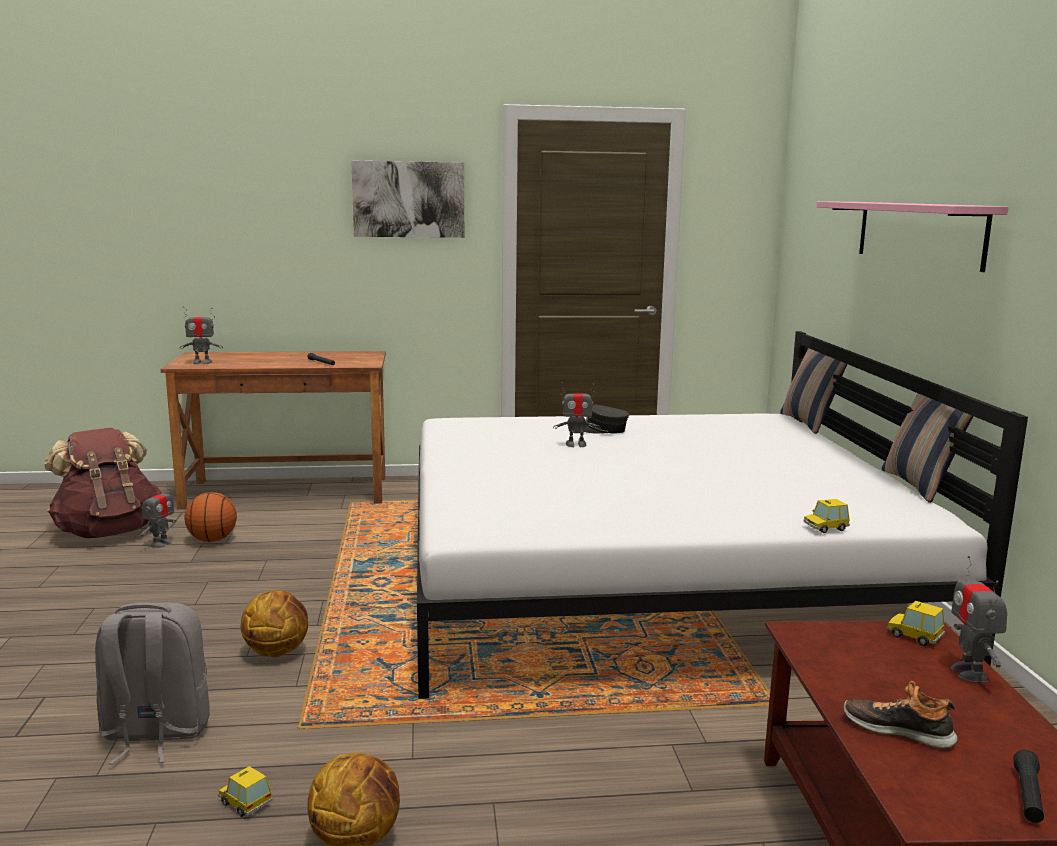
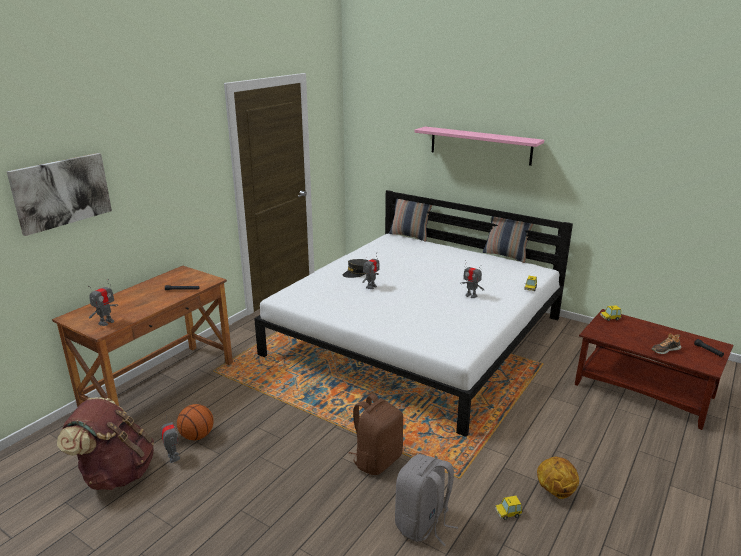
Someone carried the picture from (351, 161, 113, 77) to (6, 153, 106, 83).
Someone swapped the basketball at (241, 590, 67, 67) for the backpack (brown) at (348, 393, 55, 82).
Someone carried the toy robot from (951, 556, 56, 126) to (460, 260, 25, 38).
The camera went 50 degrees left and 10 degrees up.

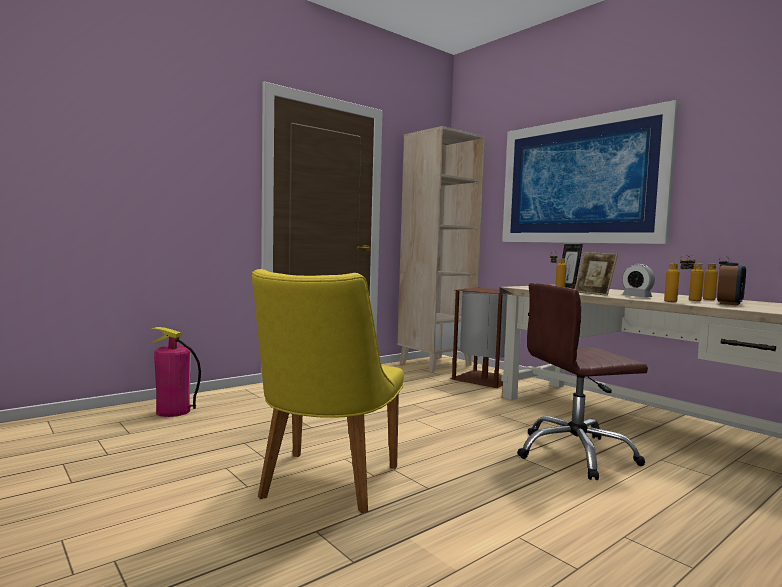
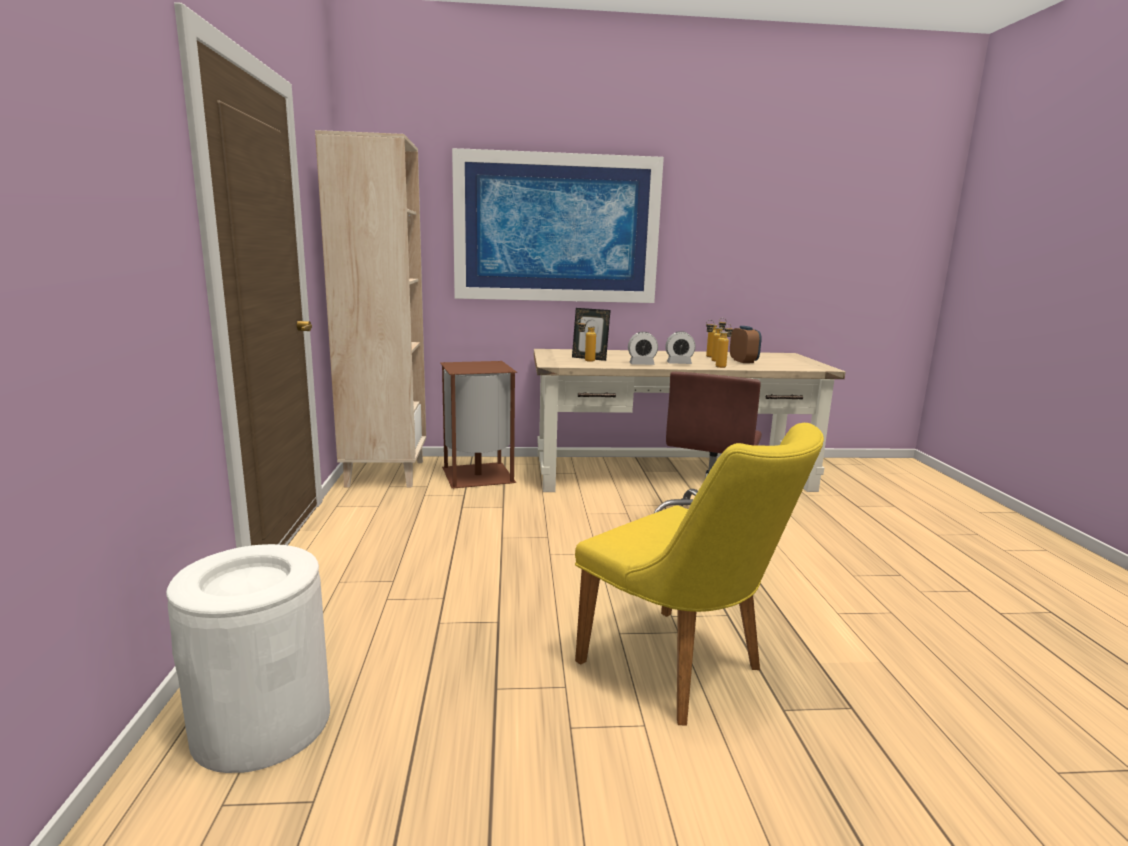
Someone swapped the fire extinguisher at (151, 327, 50, 90) for the trash can (white) at (166, 544, 164, 229).
Someone swapped the picture frame at (575, 252, 43, 44) for the alarm clock at (628, 332, 30, 33).
The camera went 55 degrees left and 10 degrees up.

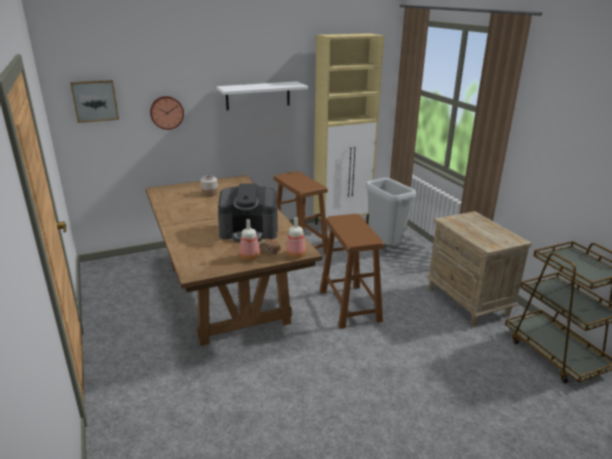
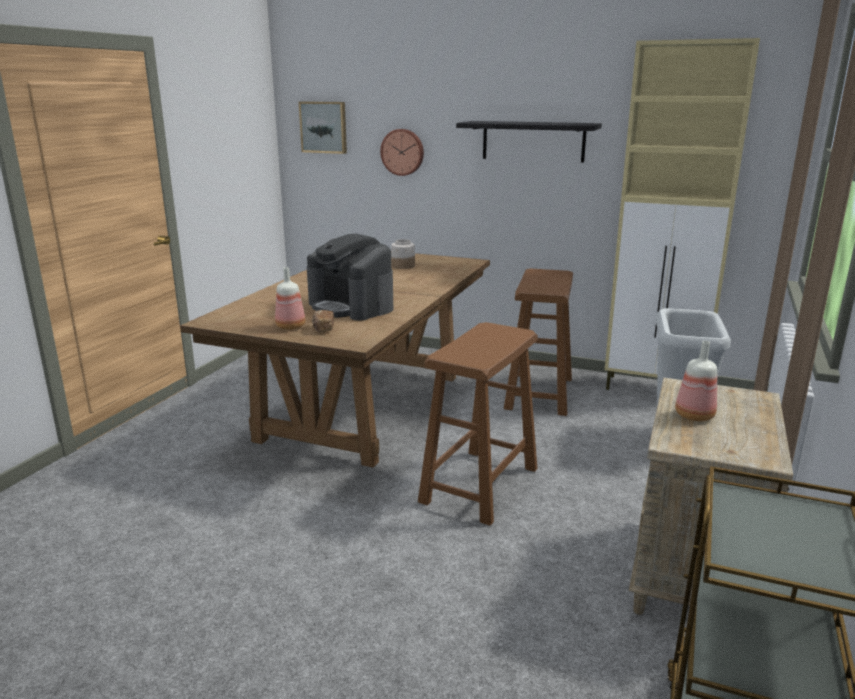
Someone repainted the shelf (white) at (216, 81, 92, 29), which became the shelf (black) at (456, 121, 146, 42).
Someone carried the bottle from (286, 217, 20, 41) to (675, 341, 42, 80).
The camera went 45 degrees right and 5 degrees down.

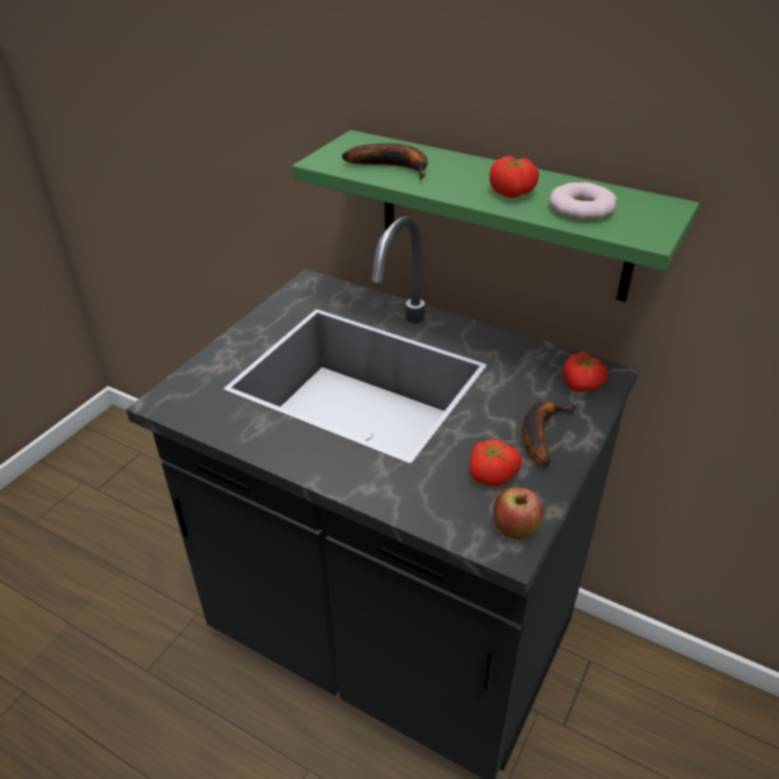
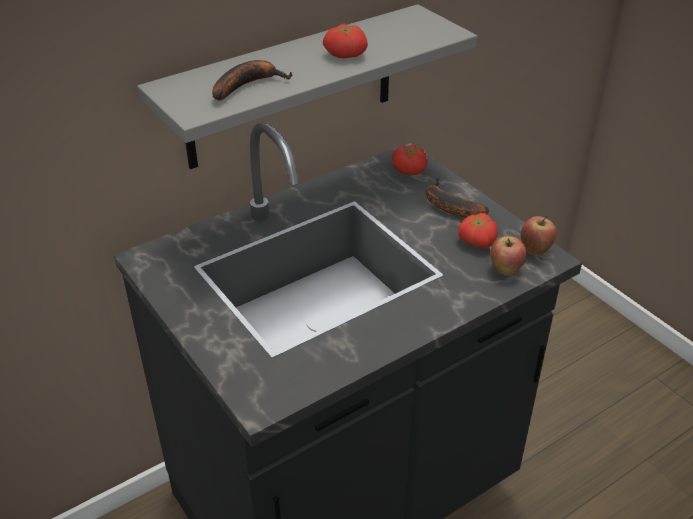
Someone repainted the shelf (green) at (292, 130, 408, 172), which became the shelf (grey) at (137, 4, 340, 165).
Someone put down the apple at (490, 236, 37, 40).
Someone took away the donut at (549, 182, 68, 39).
The camera went 65 degrees left and 0 degrees up.

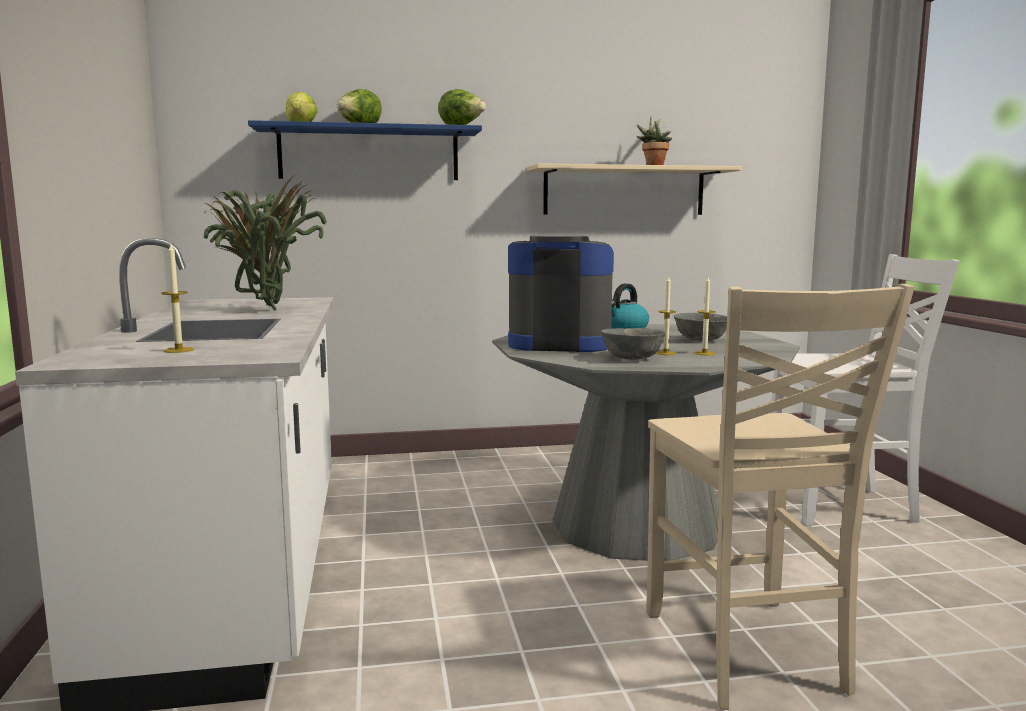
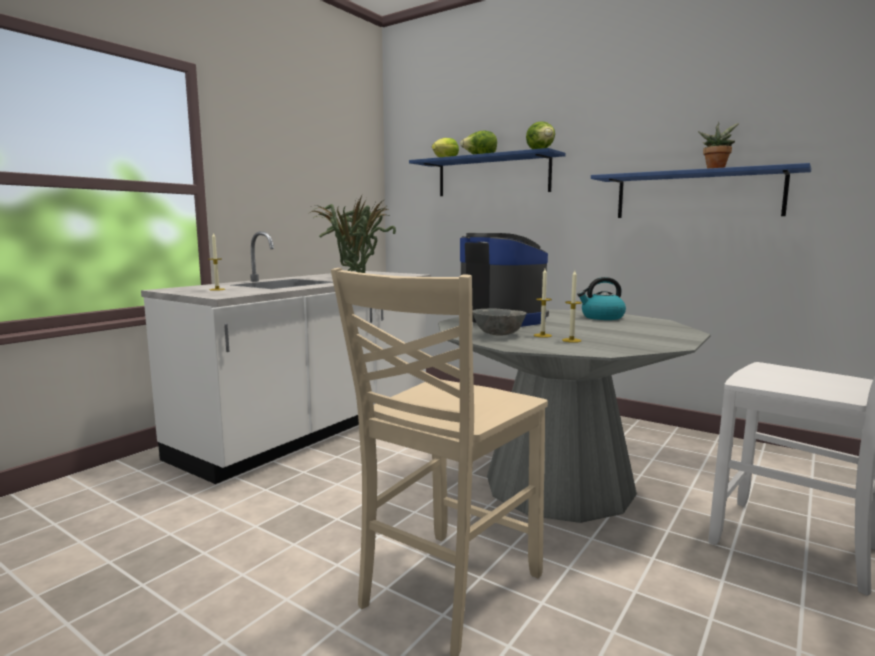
Someone repainted the shelf (beige) at (527, 163, 215, 52), which became the shelf (blue) at (591, 163, 221, 55).
Someone took away the bowl (grey) at (674, 313, 53, 29).
The camera went 45 degrees right and 0 degrees up.

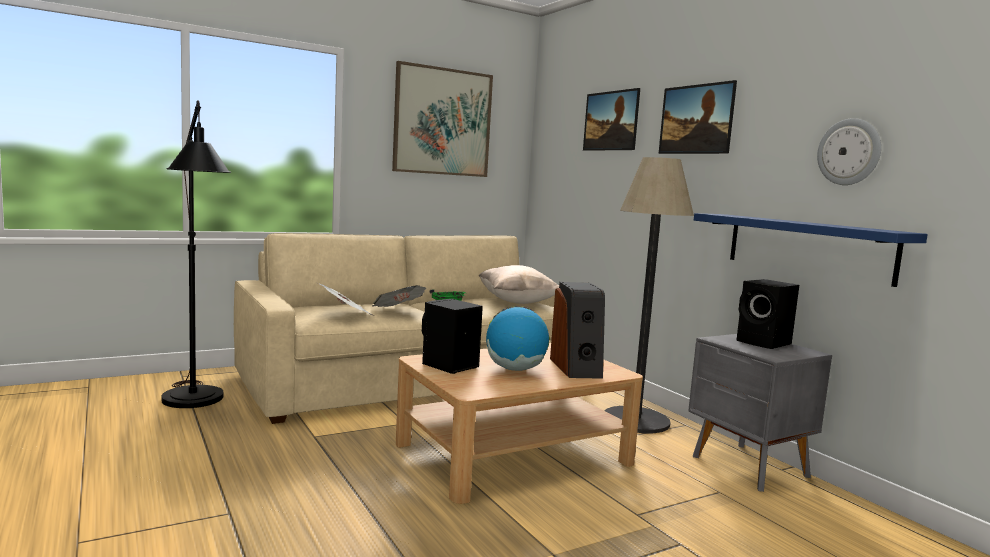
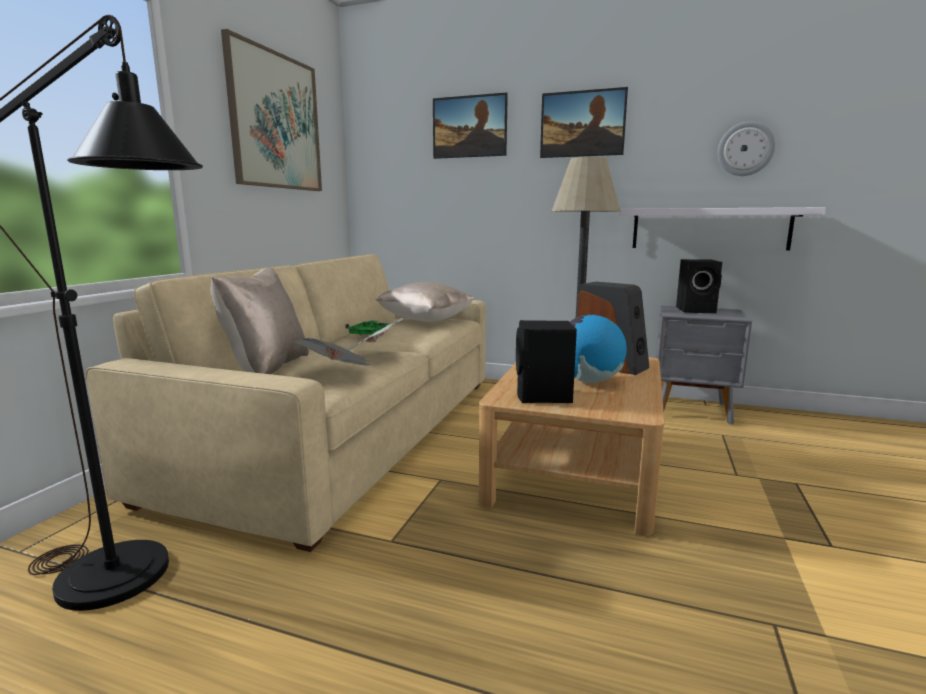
Someone put down the pillow (beige) at (211, 267, 98, 107).
Someone repainted the shelf (blue) at (694, 213, 234, 74), which became the shelf (white) at (619, 207, 207, 43).
The camera went 40 degrees left and 5 degrees up.

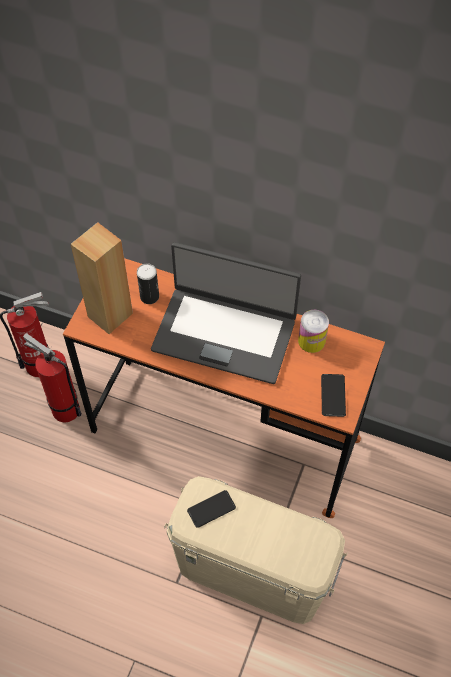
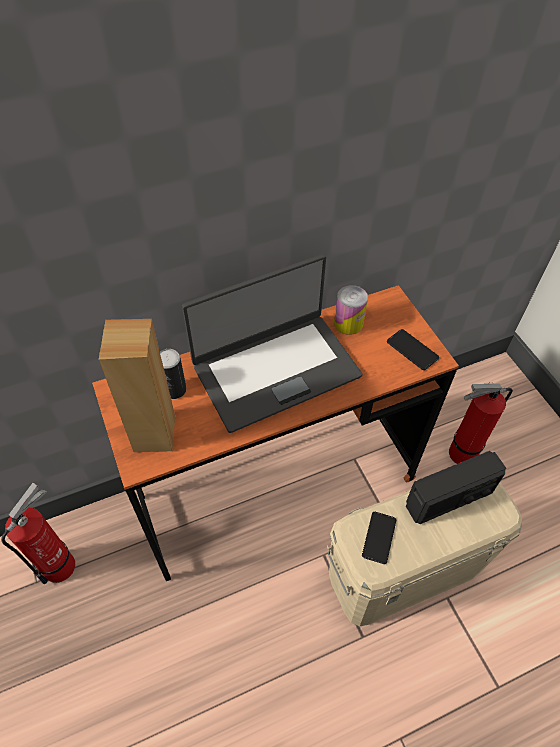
Someone put down the radio at (406, 451, 100, 73).
Someone carried the fire extinguisher from (23, 333, 59, 89) to (449, 382, 64, 82).
The camera went 45 degrees left and 5 degrees down.

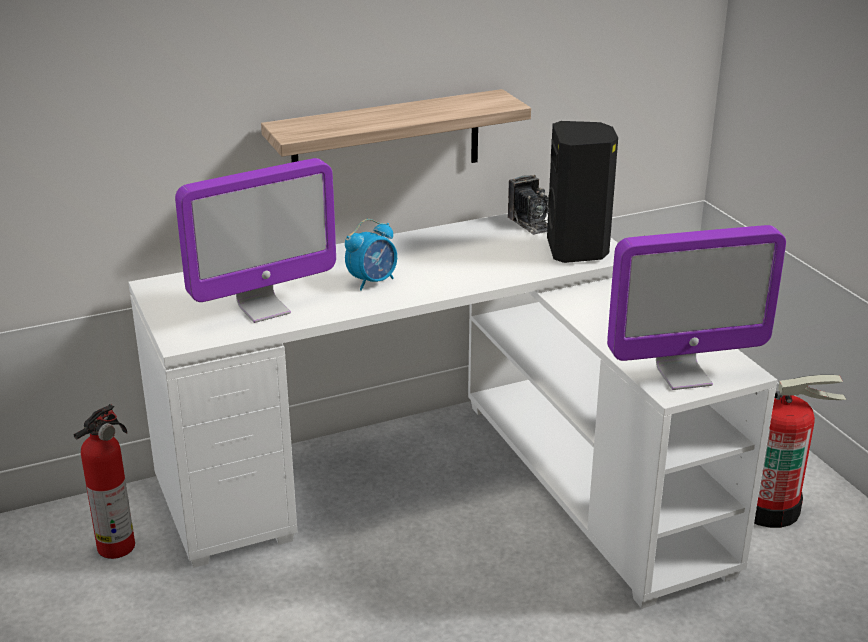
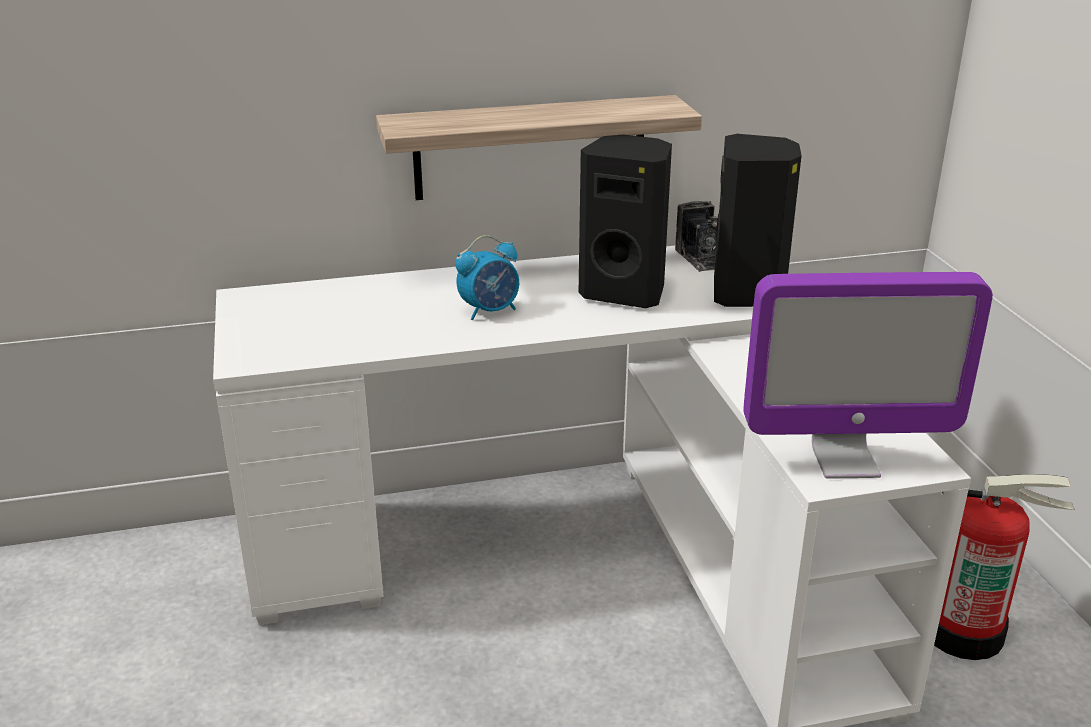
Someone put down the speaker (black) at (579, 135, 93, 173).
Someone took away the fire extinguisher at (74, 404, 61, 155).
Someone took away the monitor at (175, 158, 161, 165).
The camera went 10 degrees right and 0 degrees up.

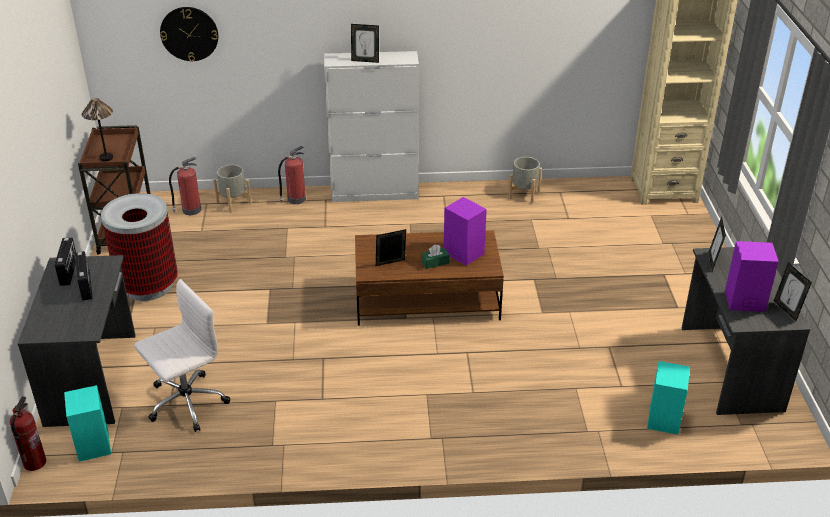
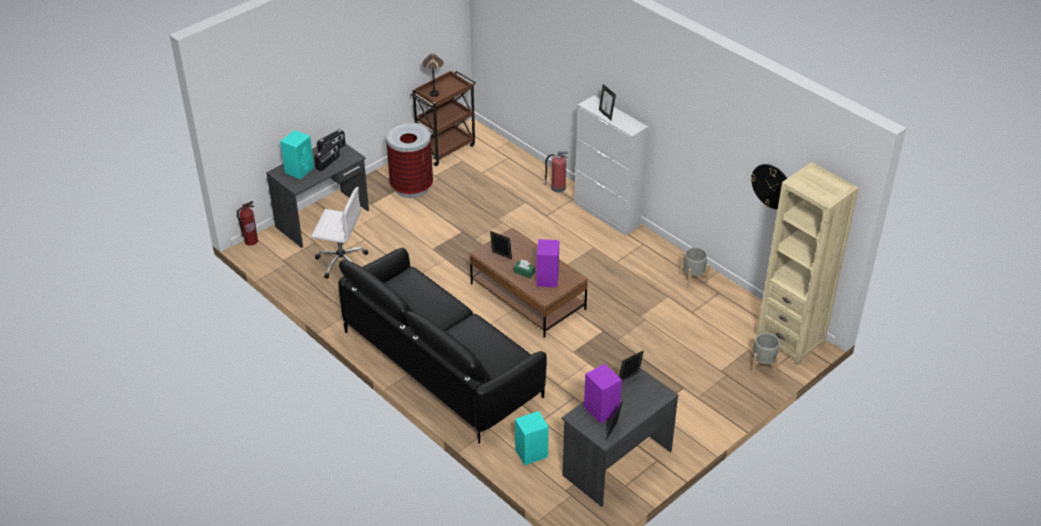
Someone carried the speaker (turquoise) from (64, 385, 47, 77) to (280, 130, 34, 49).
Someone put down the sofa (black) at (338, 248, 209, 195).
Someone carried the wall clock from (160, 7, 58, 55) to (751, 164, 36, 45).
Someone carried the planter (grey) from (213, 164, 39, 49) to (751, 333, 29, 42).
Someone took away the fire extinguisher at (169, 157, 32, 58).
The camera went 50 degrees right and 5 degrees up.

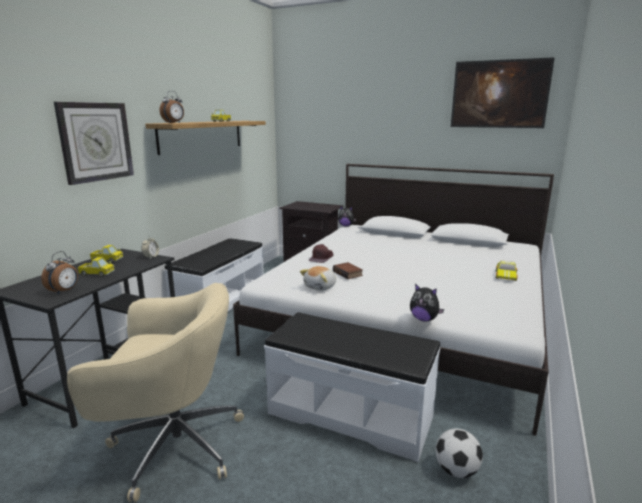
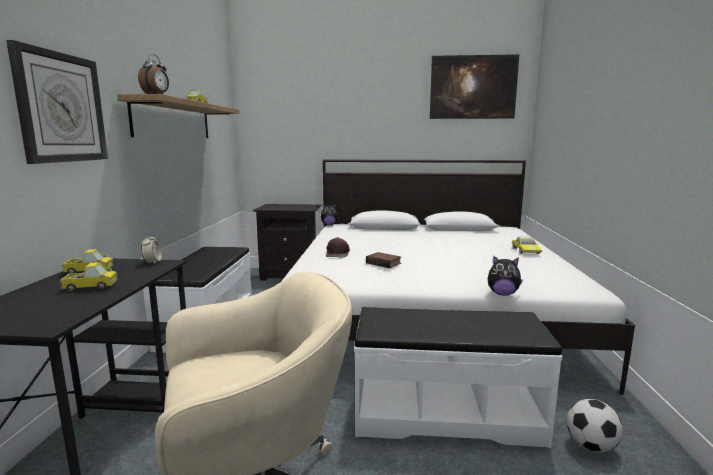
Someone took away the alarm clock at (41, 251, 37, 43).
Someone took away the plush toy at (300, 266, 36, 25).
The camera went 20 degrees left and 5 degrees down.

